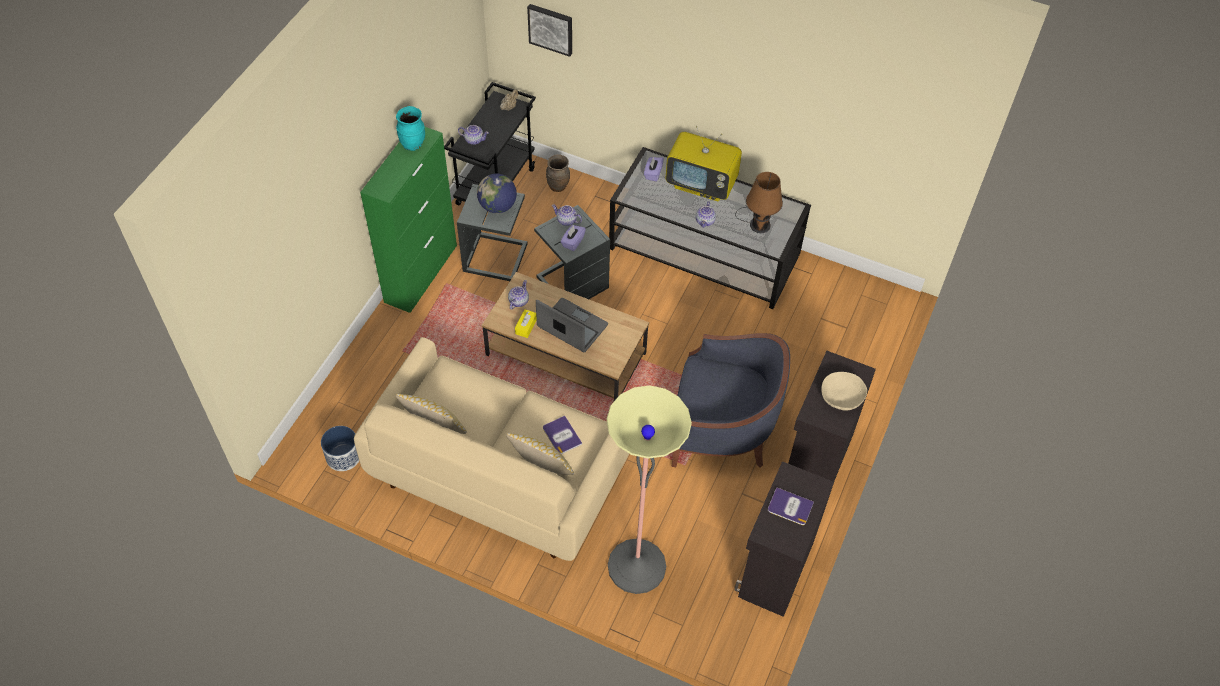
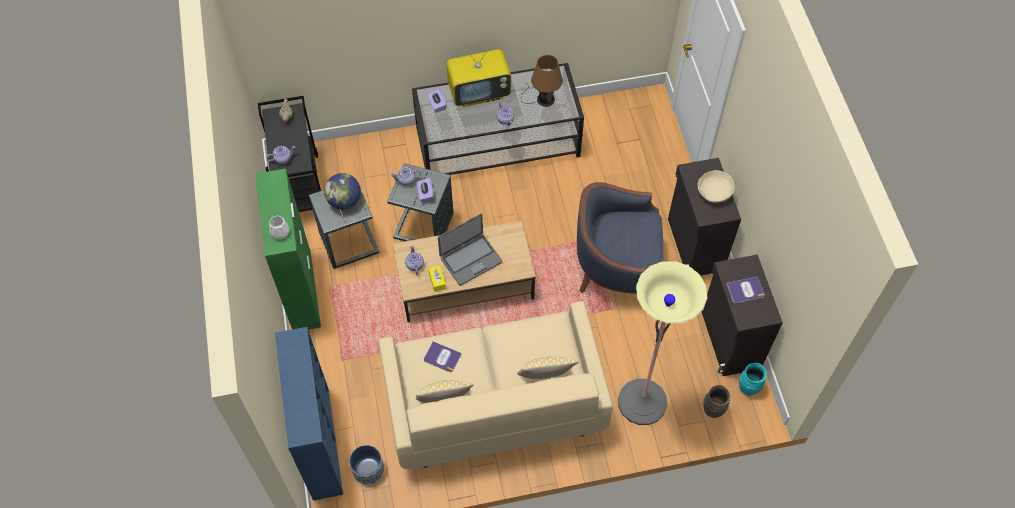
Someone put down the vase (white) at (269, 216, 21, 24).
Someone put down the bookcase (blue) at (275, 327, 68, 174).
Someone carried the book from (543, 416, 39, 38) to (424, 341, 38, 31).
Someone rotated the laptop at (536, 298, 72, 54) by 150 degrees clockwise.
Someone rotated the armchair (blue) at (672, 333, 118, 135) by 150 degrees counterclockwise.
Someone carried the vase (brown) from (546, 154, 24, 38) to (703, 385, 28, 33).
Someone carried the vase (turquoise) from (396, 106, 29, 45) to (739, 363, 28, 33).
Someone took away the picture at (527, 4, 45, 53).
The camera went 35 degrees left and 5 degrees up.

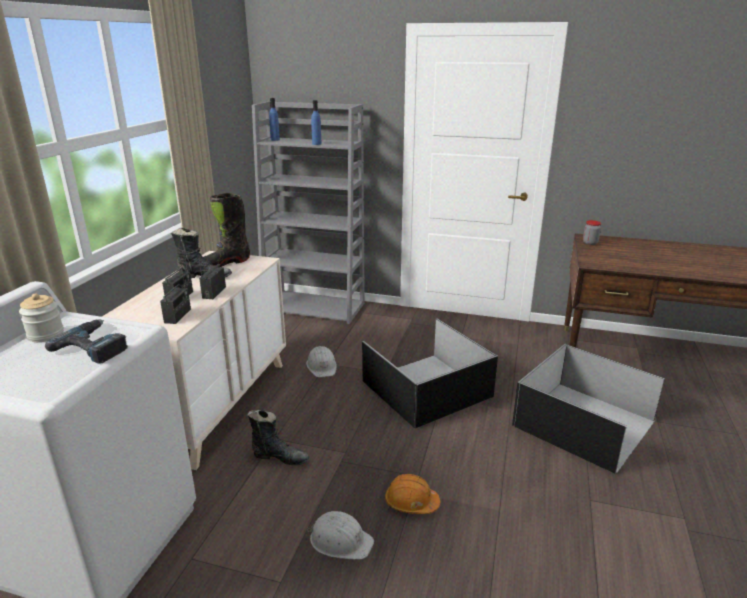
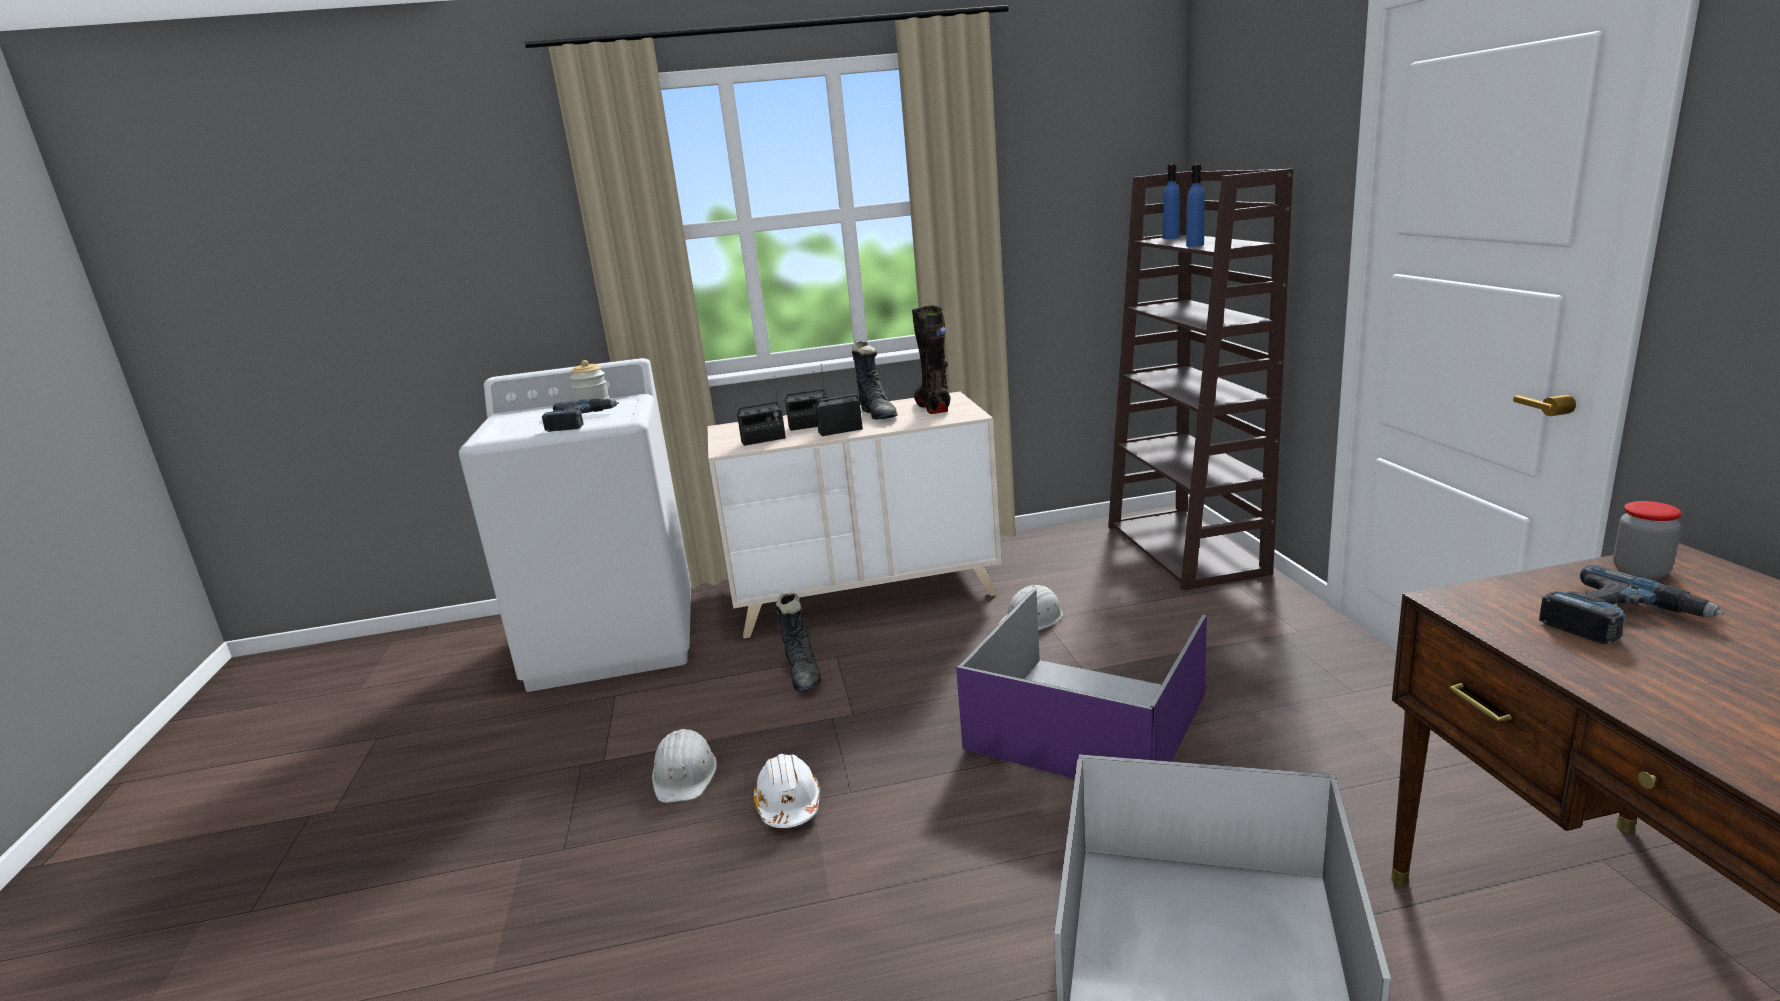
Someone repainted the hard hat (orange) at (385, 474, 55, 40), which became the hard hat (white) at (753, 754, 67, 74).
Someone rotated the boot (black) at (204, 193, 46, 74) by 45 degrees clockwise.
Someone repainted the storage box (black) at (362, 318, 136, 110), which became the storage box (purple) at (956, 589, 251, 190).
Someone repainted the bookcase (grey) at (252, 101, 113, 223), which became the bookcase (brown) at (1108, 169, 185, 422).
Someone put down the power drill at (1539, 565, 185, 79).
The camera went 65 degrees right and 5 degrees down.

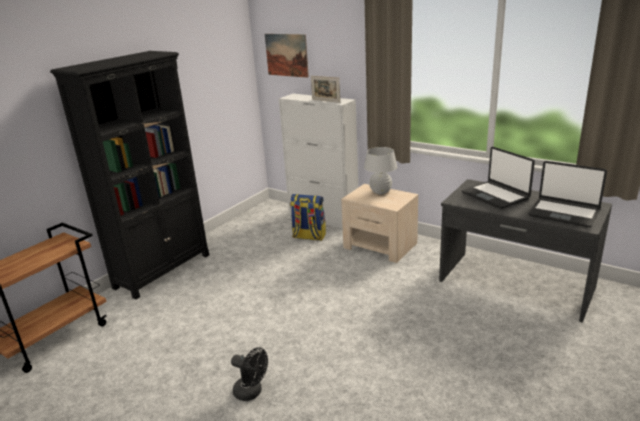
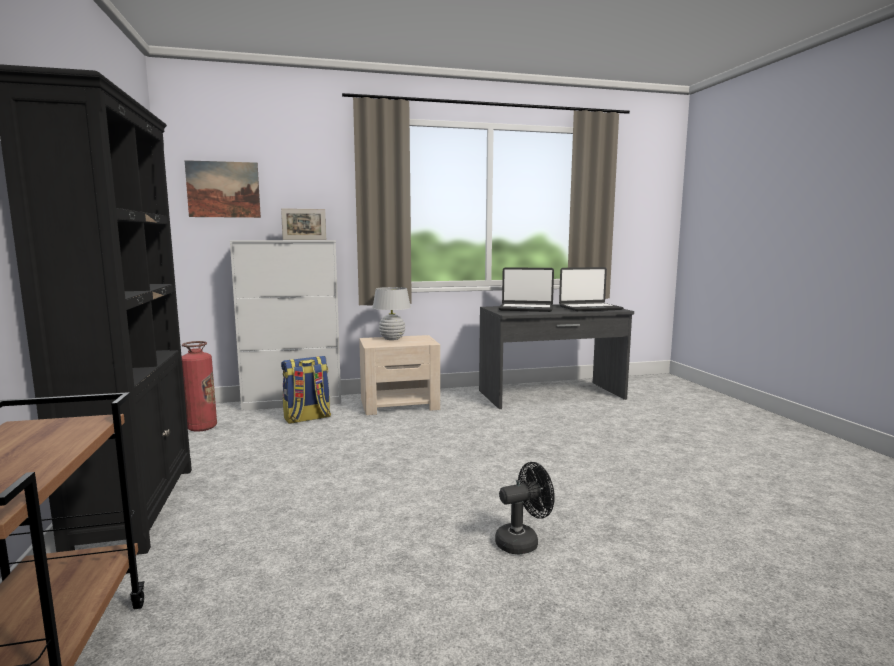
Someone put down the fire extinguisher at (182, 341, 35, 91).
The camera went 50 degrees left and 15 degrees down.

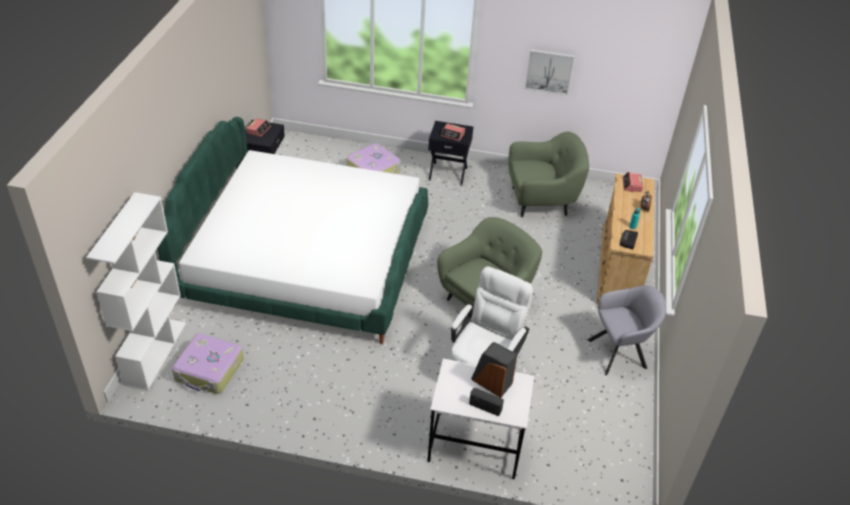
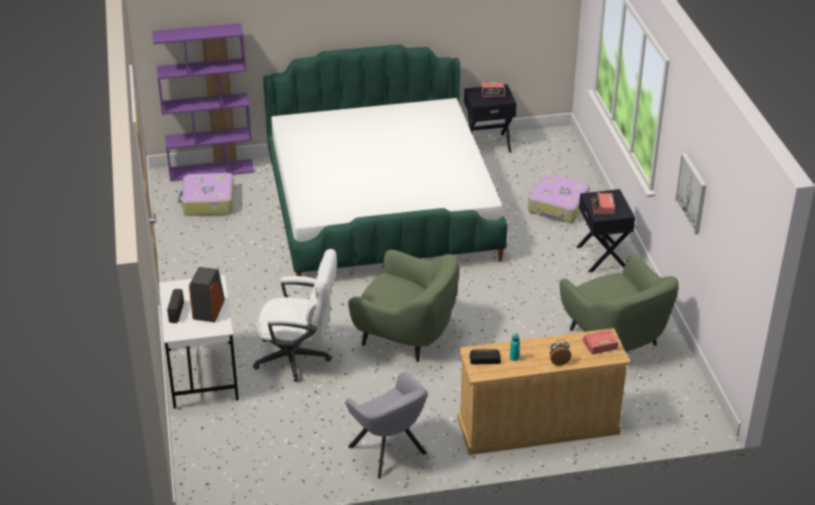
Someone repainted the bookcase (white) at (86, 192, 100, 198), which became the bookcase (purple) at (152, 23, 102, 158).
The camera went 70 degrees right and 5 degrees down.

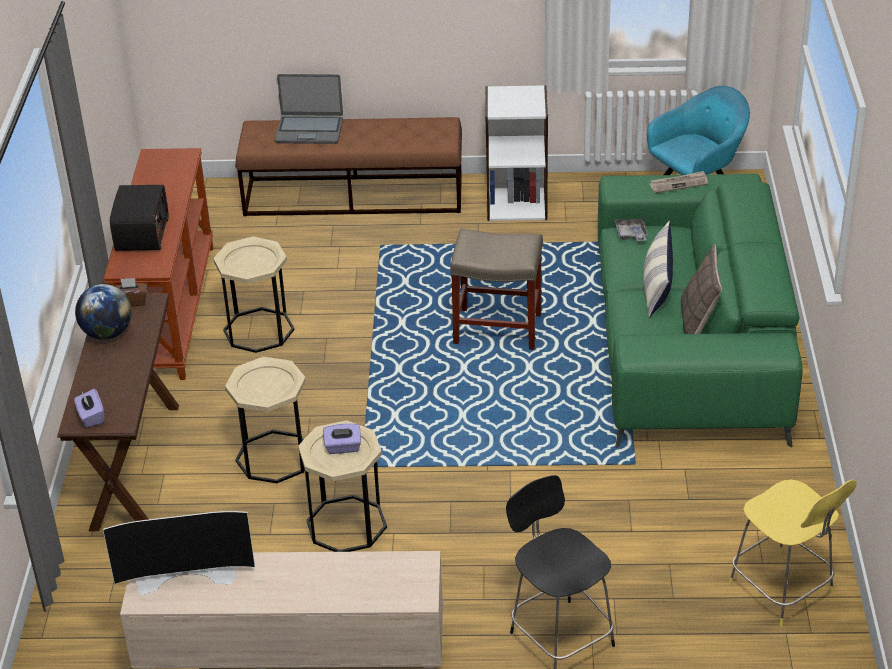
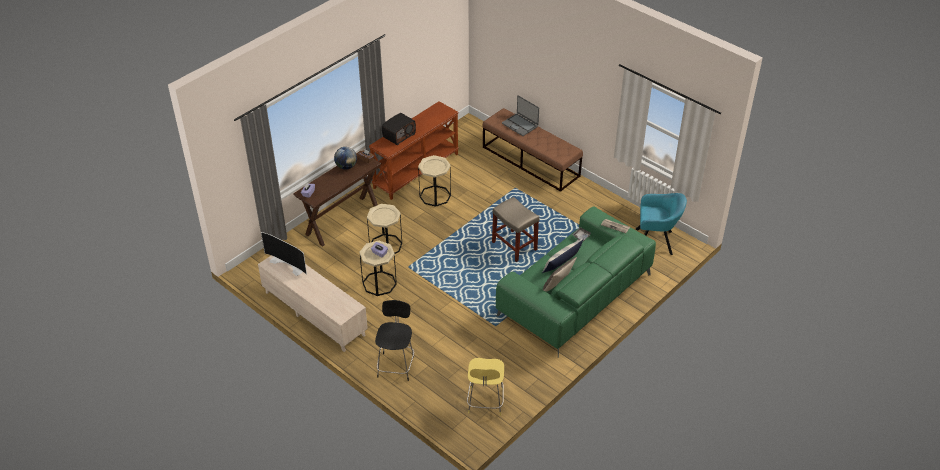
Someone took away the bookcase (white) at (485, 85, 63, 136).
The camera went 40 degrees right and 5 degrees up.

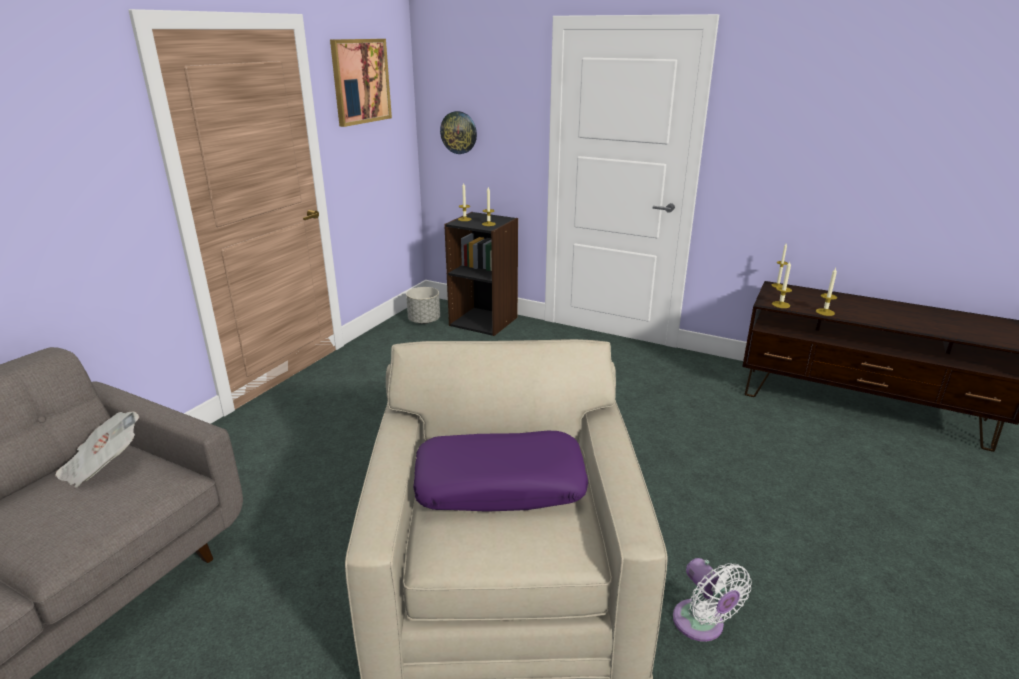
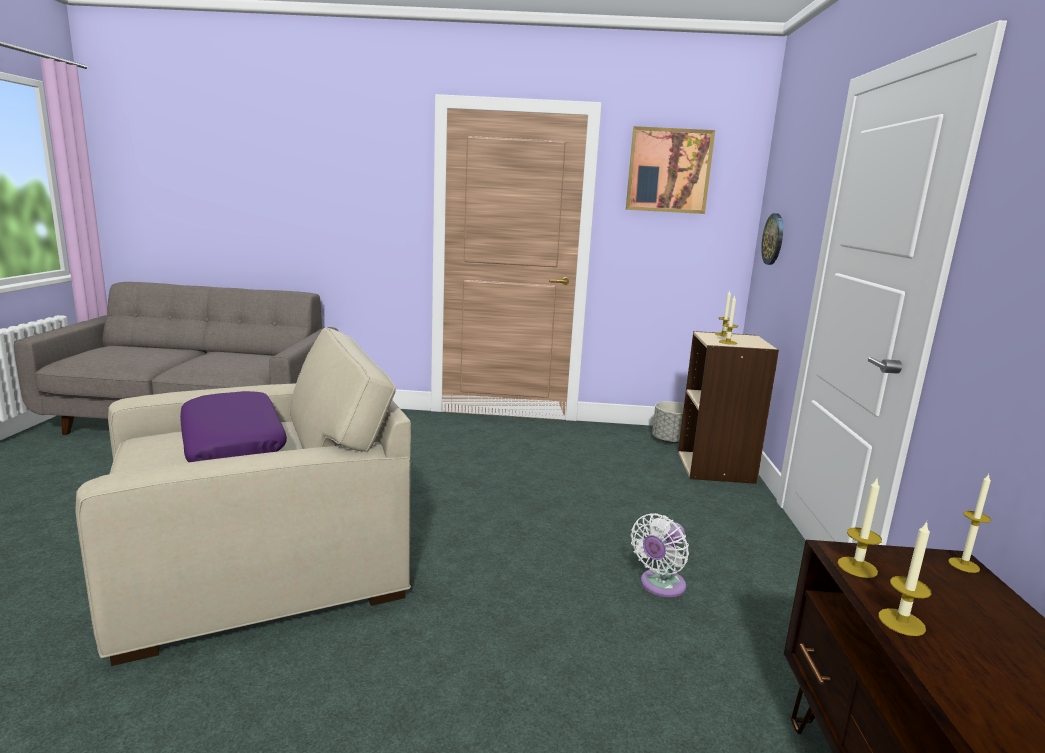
Someone carried the fan (white) from (673, 558, 79, 84) to (631, 513, 58, 84).
Someone repainted the bookcase (black) at (444, 212, 74, 124), which became the bookcase (beige) at (678, 331, 101, 153).
Someone took away the newspaper at (55, 411, 84, 77).
The camera went 65 degrees right and 10 degrees down.

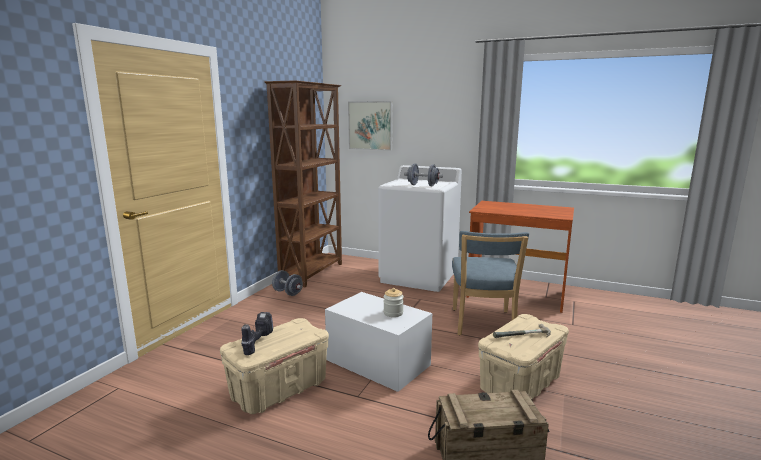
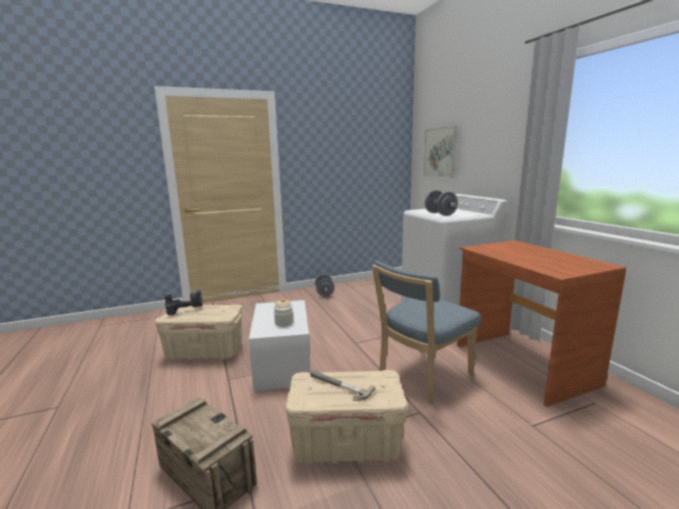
Someone took away the bookcase (brown) at (264, 80, 78, 207).
The camera went 45 degrees right and 0 degrees up.

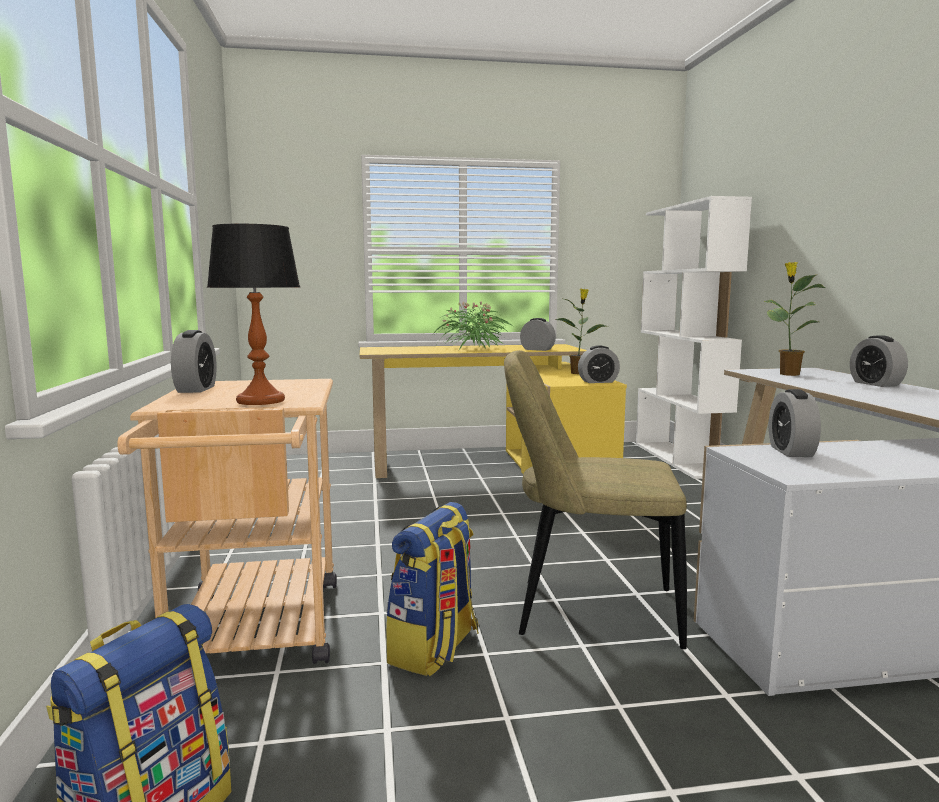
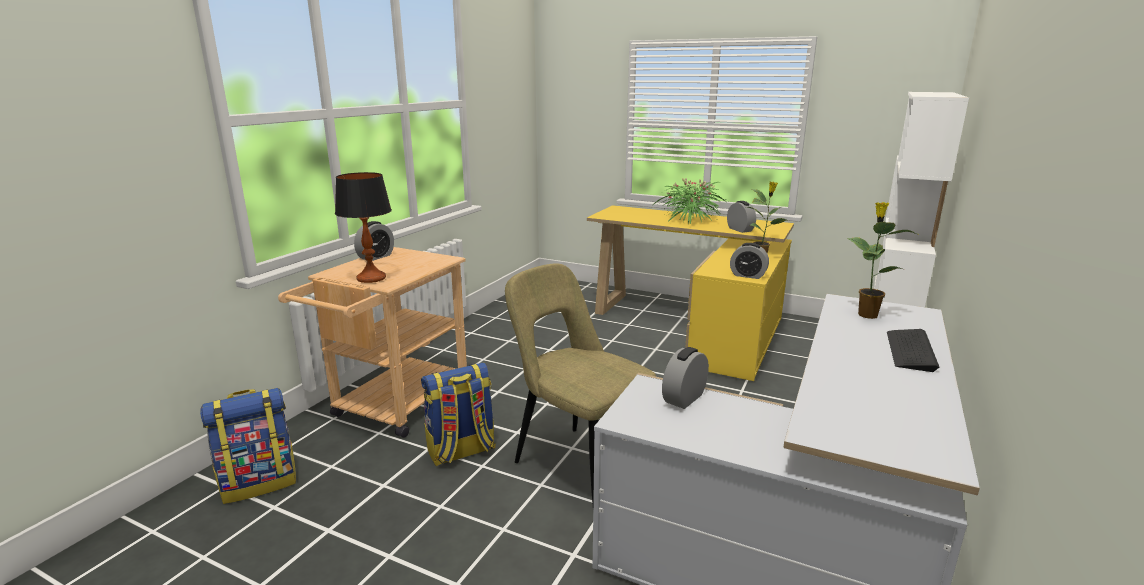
Someone swapped the alarm clock at (850, 336, 58, 51) for the keyboard at (887, 329, 52, 43).
The camera went 35 degrees right and 10 degrees up.

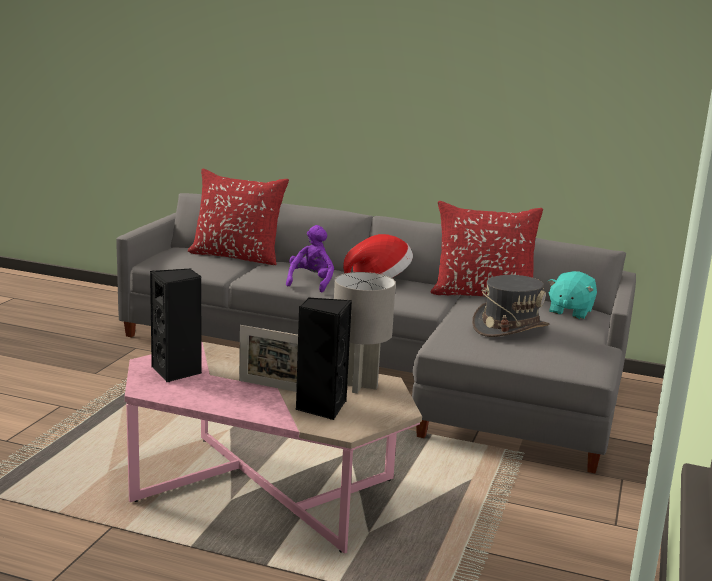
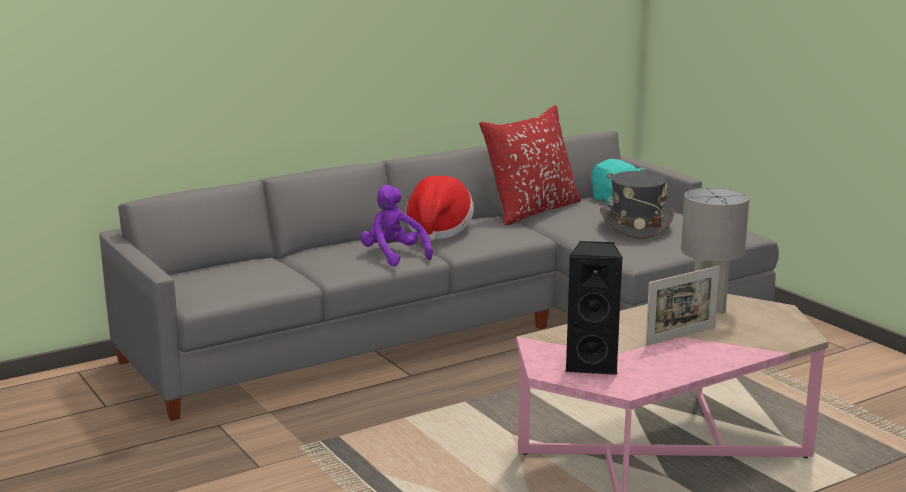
Someone took away the pillow (red) at (188, 168, 101, 97).
Someone took away the speaker (black) at (295, 297, 57, 123).
The camera went 50 degrees left and 0 degrees up.

